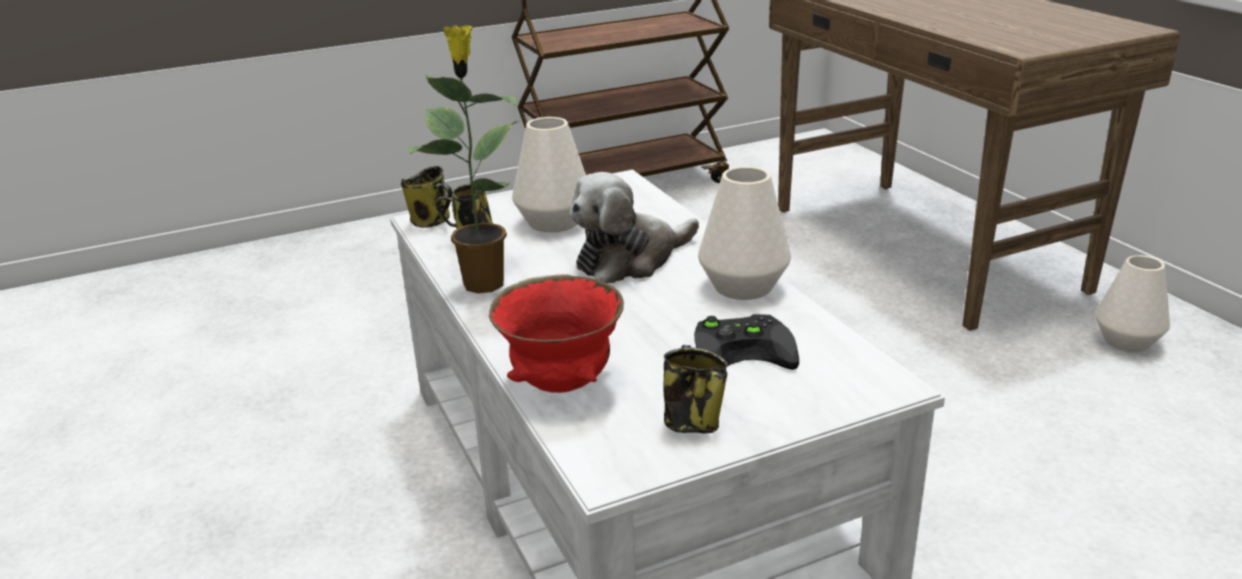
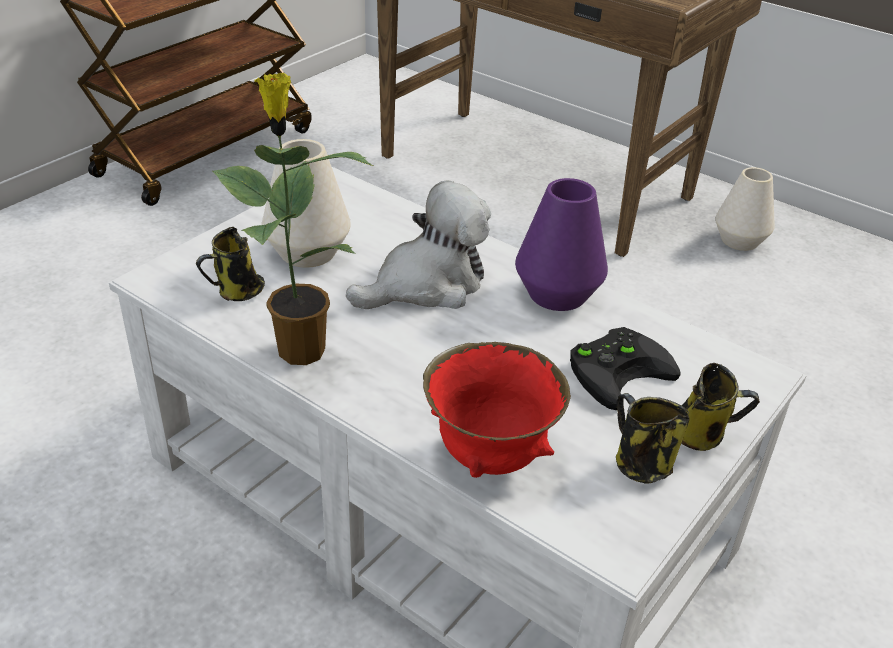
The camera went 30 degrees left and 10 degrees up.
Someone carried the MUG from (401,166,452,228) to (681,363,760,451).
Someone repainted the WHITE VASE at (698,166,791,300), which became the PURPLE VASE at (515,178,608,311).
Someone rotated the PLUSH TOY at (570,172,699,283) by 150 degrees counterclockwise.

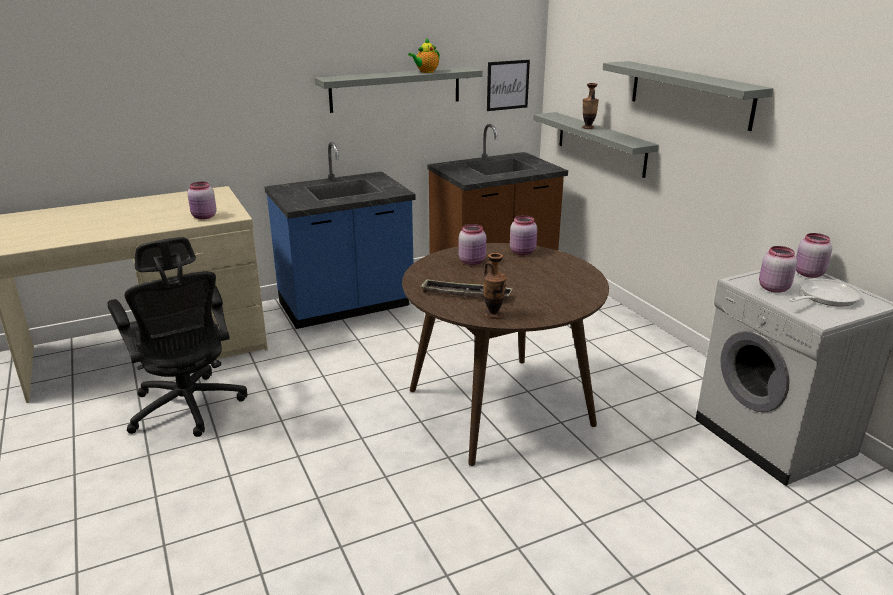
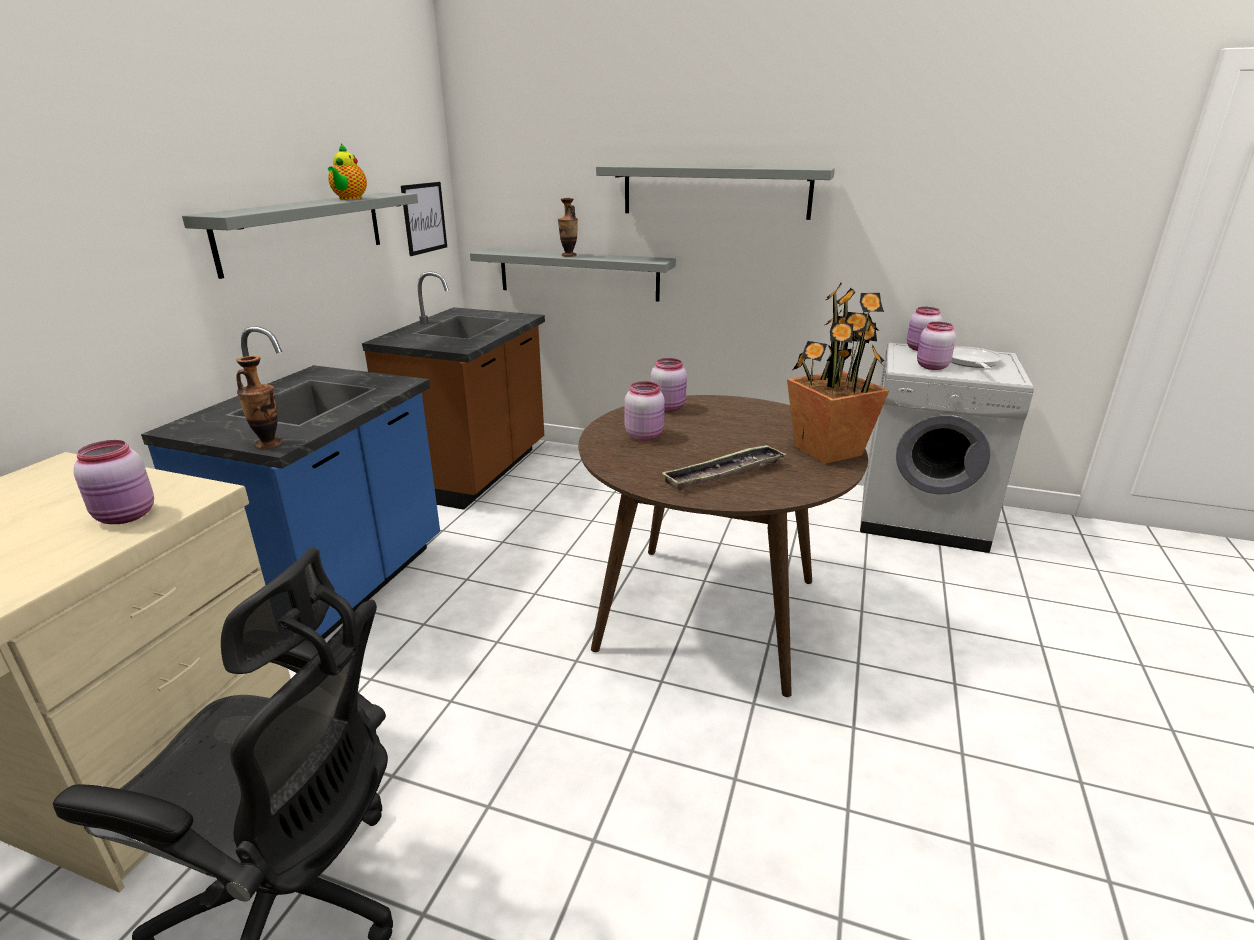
The camera went 45 degrees left and 0 degrees up.
Someone put down the POTTED PLANT at (787,283,890,464).
Someone carried the VASE from (483,253,507,319) to (236,356,282,449).

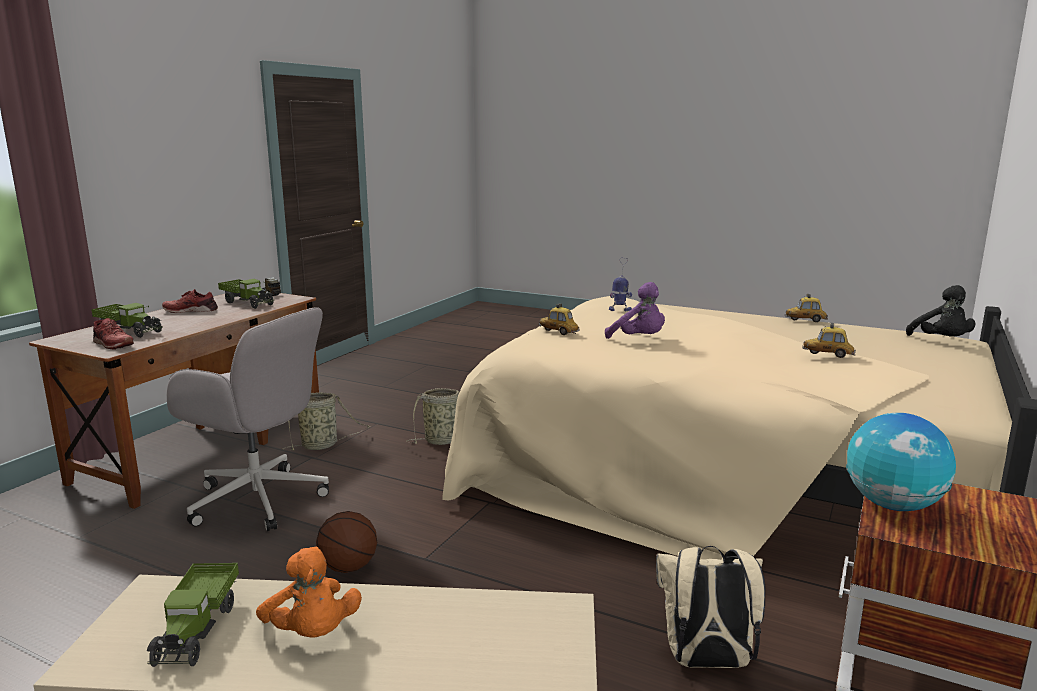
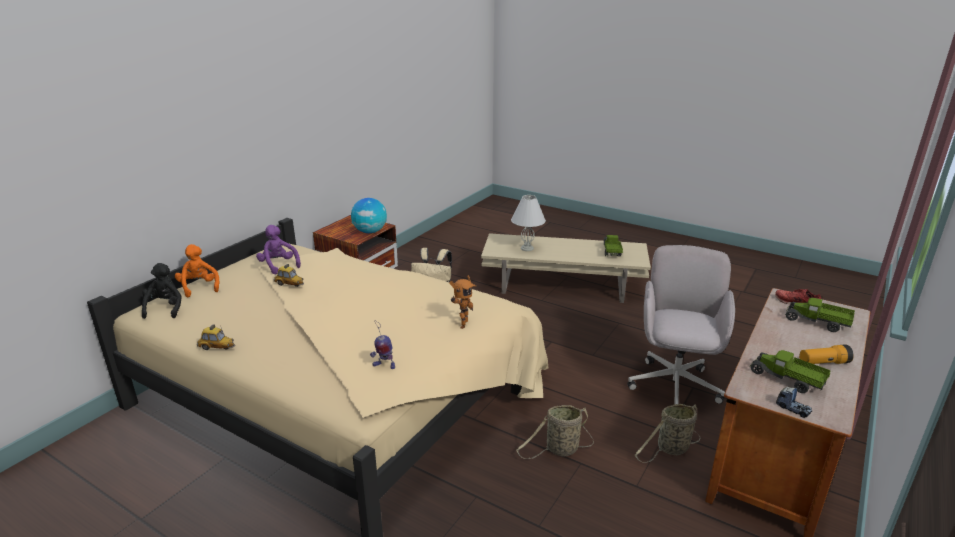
The camera went 175 degrees left and 10 degrees up.
Someone took away the BASKETBALL at (316,511,377,573).
Someone put down the WHITE TABLE LAMP at (511,195,546,251).
Someone carried the ORANGE PLUSH TOY from (256,546,362,638) to (175,244,219,298).
Someone carried the PURPLE PLUSH TOY from (605,282,665,339) to (256,225,301,274).
Someone swapped the RED SHOE at (162,289,218,313) for the FLASHLIGHT at (799,344,854,364).
Someone swapped the TOY CAR at (539,303,579,335) for the TOY ROBOT at (449,275,477,329).
Someone rotated the GREY OFFICE CHAIR at (167,308,329,531) by 75 degrees clockwise.

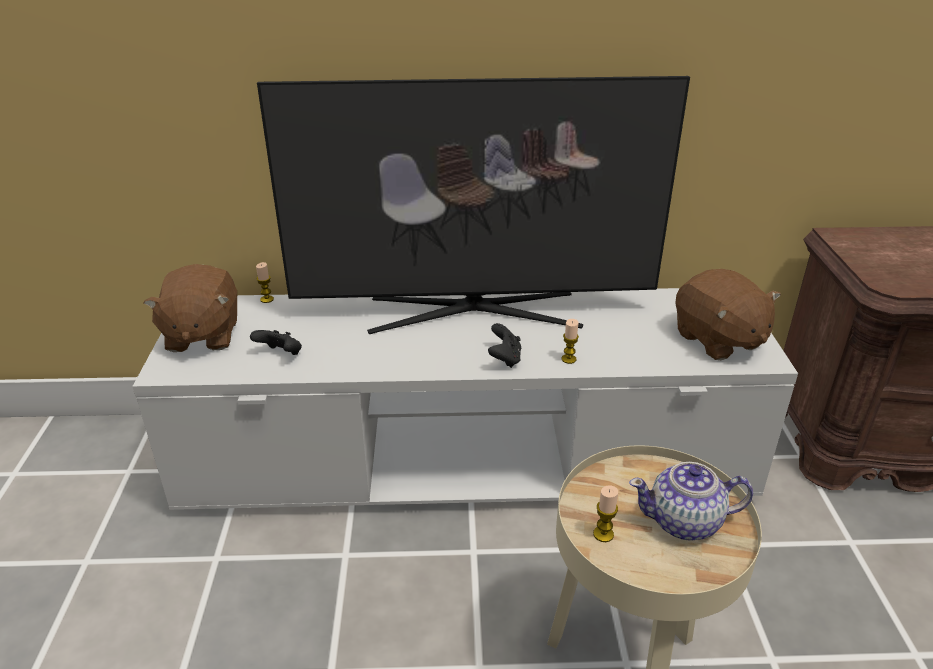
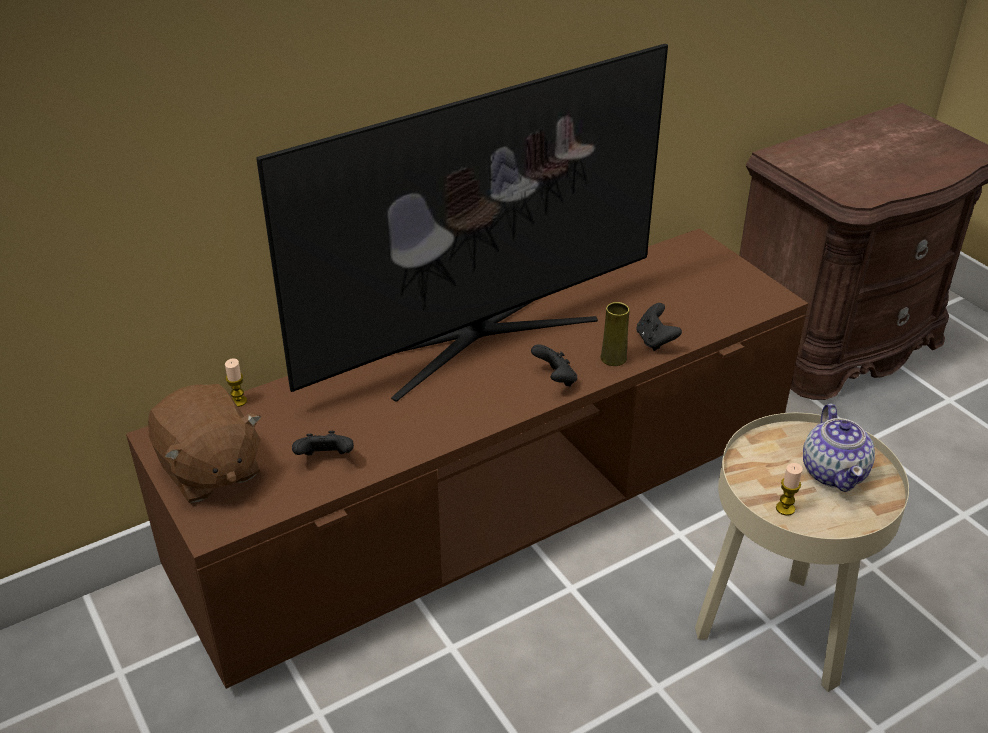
The camera went 30 degrees left and 5 degrees up.
Someone took away the BROWN PLUSH TOY at (675,269,781,360).
Someone put down the BLACK GAME CONTROLLER at (636,303,682,351).
Someone swapped the CANDLE at (561,319,579,364) for the YELLOW VASE at (600,302,629,366).
Someone repainted the WHITE TV STAND at (132,288,798,510), which became the BROWN TV STAND at (126,228,808,689).
Someone rotated the TEAPOT at (629,462,753,541) by 60 degrees counterclockwise.

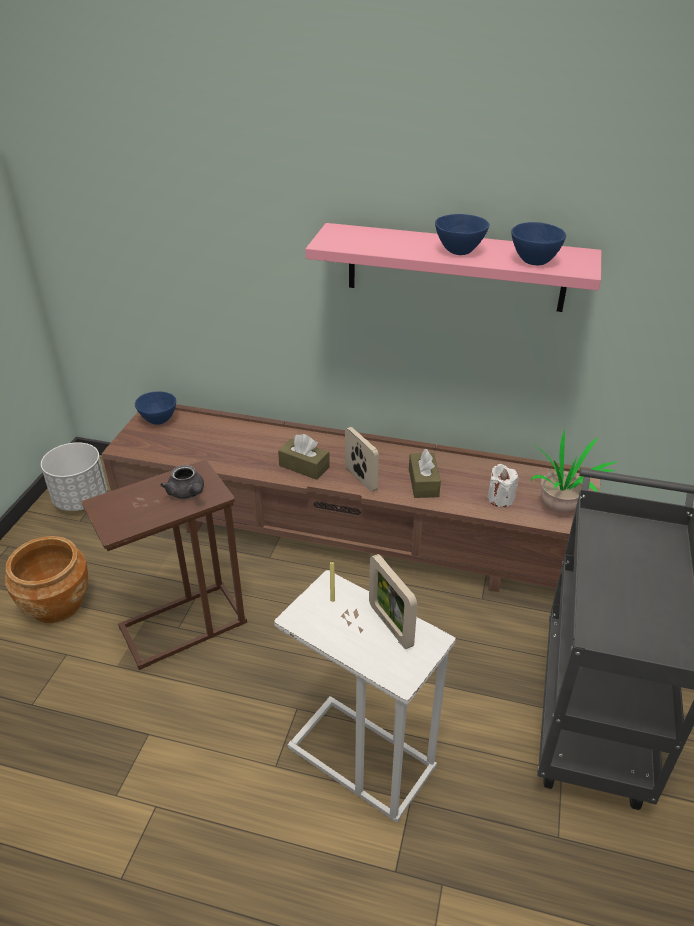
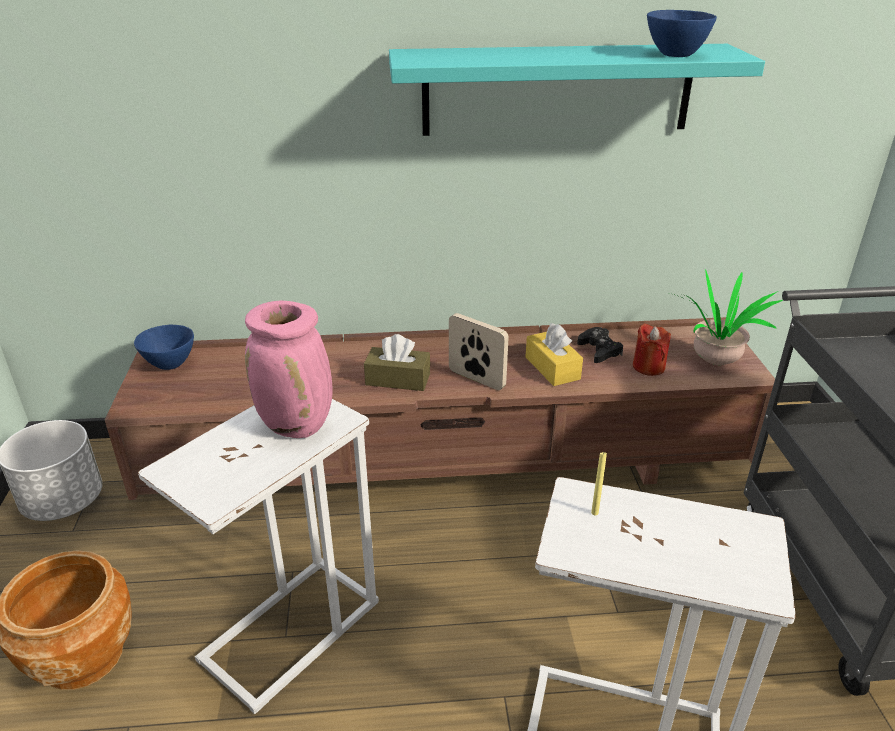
The camera went 20 degrees left and 5 degrees down.
Someone took away the PICTURE FRAME at (369,554,418,649).
Someone took away the BLUE BOWL at (435,214,489,255).
Someone put down the BLACK GAME CONTROLLER at (577,327,623,363).
Someone swapped the GREY TEAPOT at (160,465,204,499) for the PINK VASE at (245,301,333,438).
Someone repainted the BROWN SIDE TABLE at (82,460,247,670), which became the WHITE SIDE TABLE at (138,399,379,714).
Someone repainted the PINK SHELF at (305,223,601,312), which became the TURQUOISE SHELF at (389,44,765,136).
Someone repainted the BROWN TISSUE BOX at (409,448,441,498), which became the YELLOW TISSUE BOX at (526,323,583,386).
Someone repainted the WHITE CANDLE at (488,464,518,507), which became the RED CANDLE at (633,323,671,376).

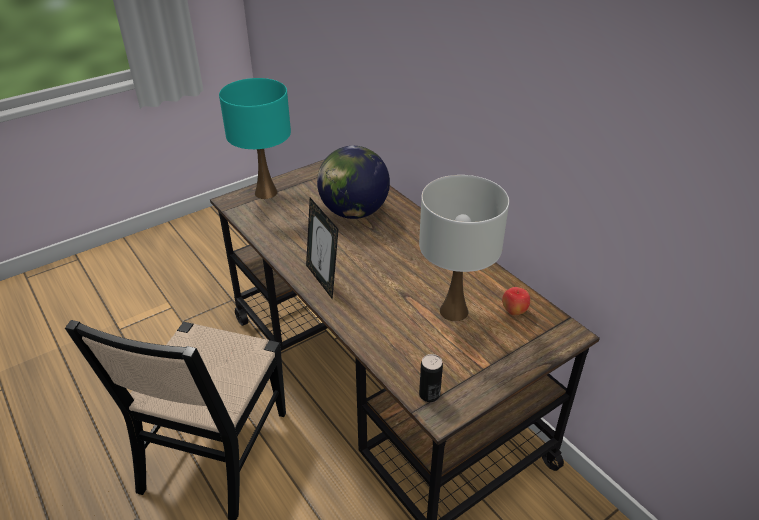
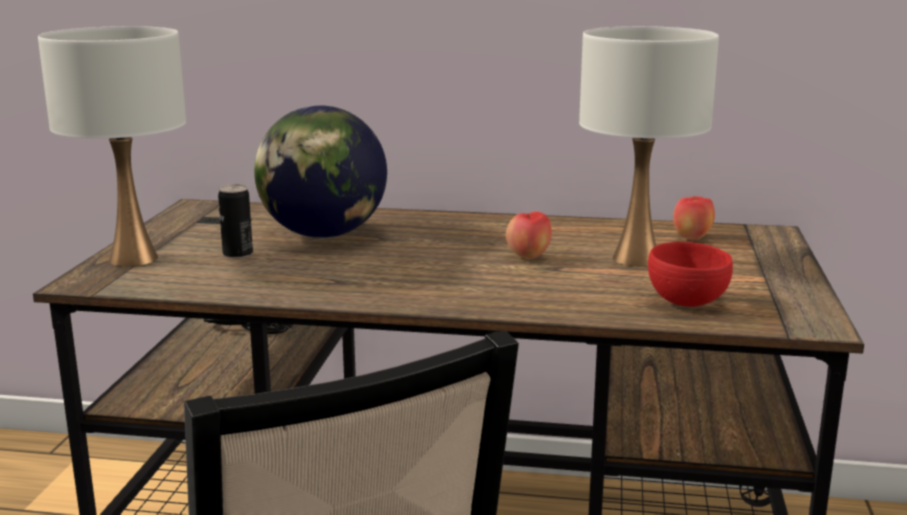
The camera went 45 degrees left and 20 degrees down.
Someone took away the PICTURE FRAME at (306,198,338,299).
Someone put down the APPLE at (506,211,552,259).
Someone put down the RED BOWL at (648,242,733,307).
Someone carried the CAN from (419,354,443,402) to (218,184,253,258).
Someone repainted the TURQUOISE TABLE LAMP at (219,78,291,199), which became the WHITE TABLE LAMP at (38,26,186,267).

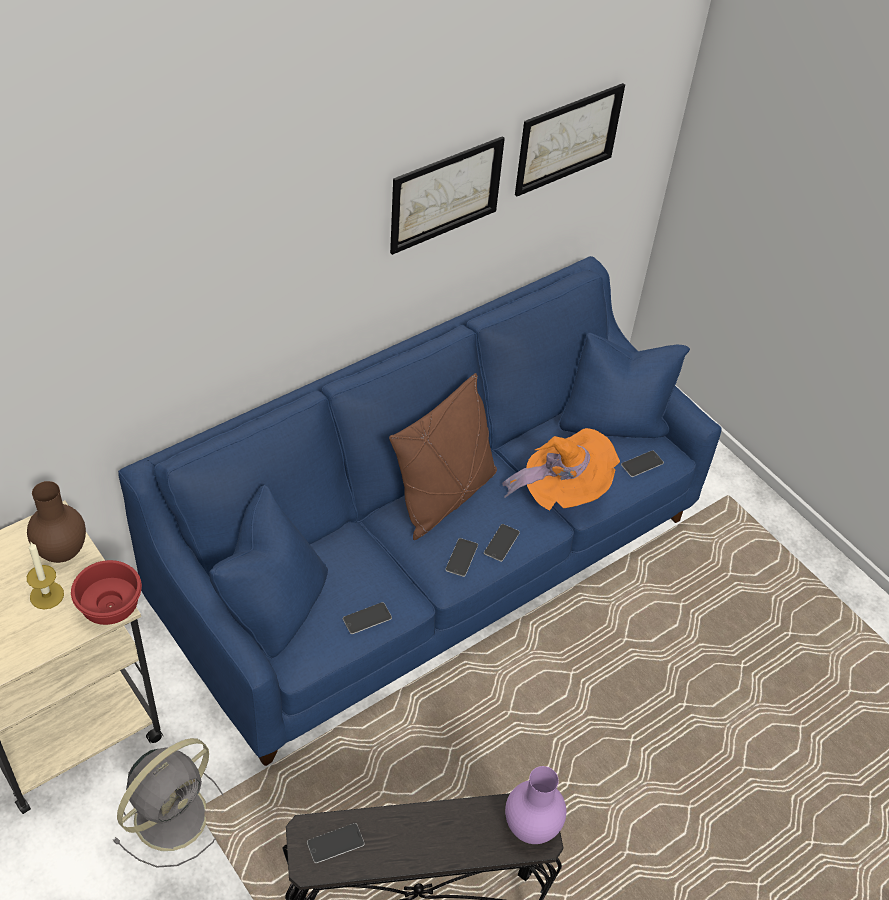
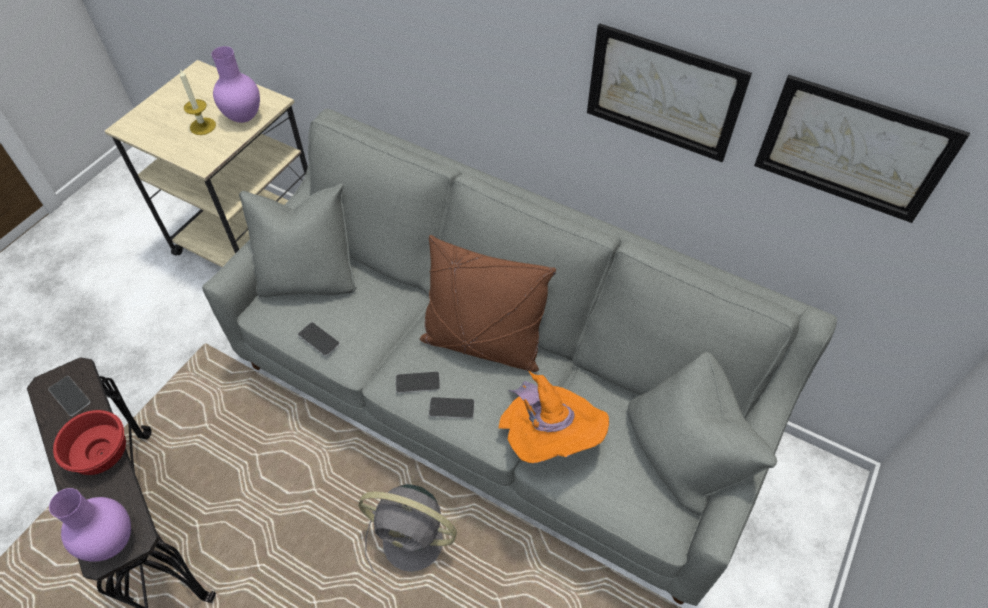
The camera went 70 degrees right and 5 degrees up.
Someone took away the PHONE at (621,450,664,477).
Someone carried the RED BOWL from (71,560,142,625) to (53,410,126,475).
Someone carried the GREY FAN from (113,738,223,868) to (359,484,457,573).
Someone repainted the BROWN VASE at (27,481,86,563), which became the PURPLE VASE at (211,46,260,123).
Someone repainted the BLUE SOFA at (118,256,721,766), which became the GREY SOFA at (202,109,837,606).

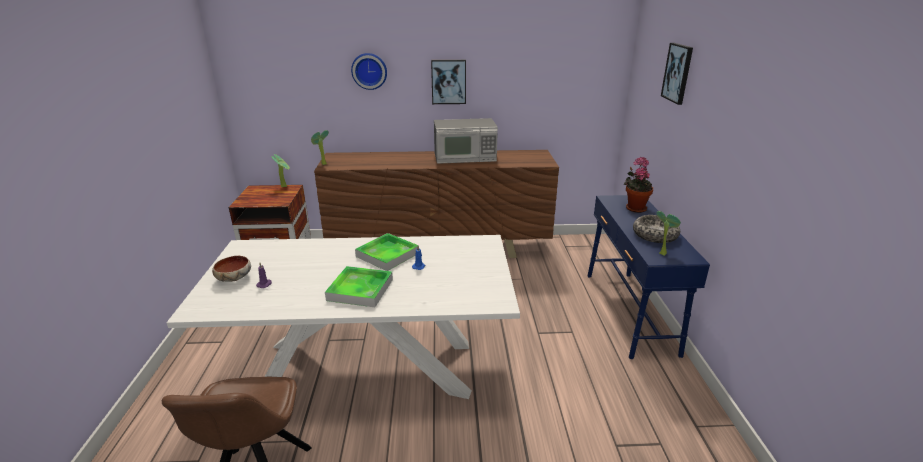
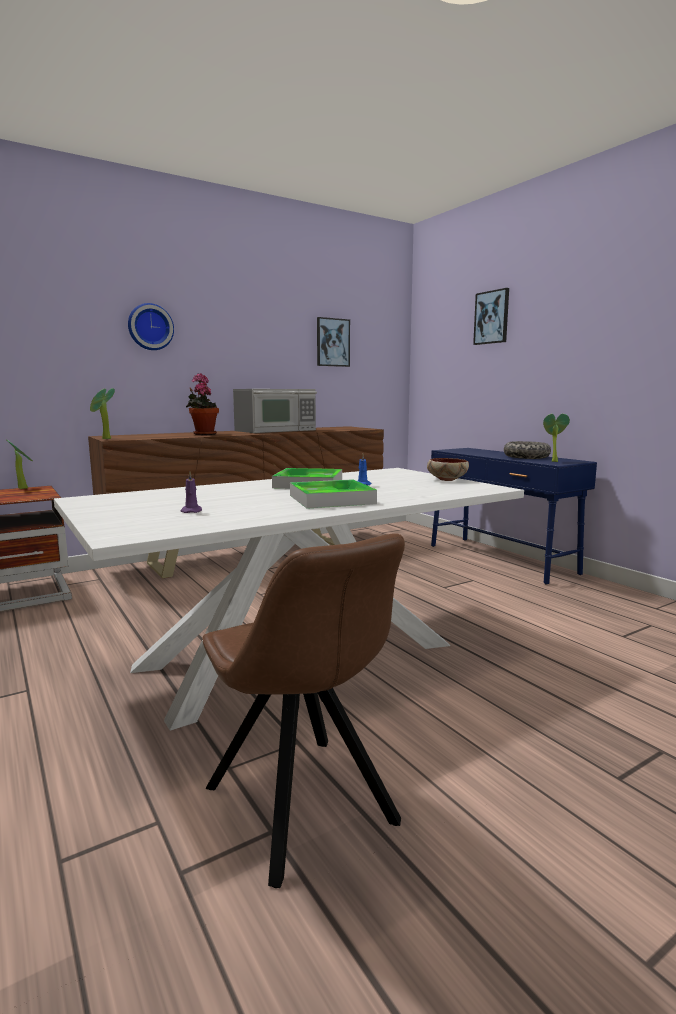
The camera went 30 degrees left and 15 degrees down.
Someone carried the BOWL from (212,256,251,282) to (427,458,469,481).
Someone carried the PICTURE from (431,60,466,104) to (317,317,350,367).
Someone carried the POTTED PLANT from (624,157,653,213) to (186,373,219,435).

